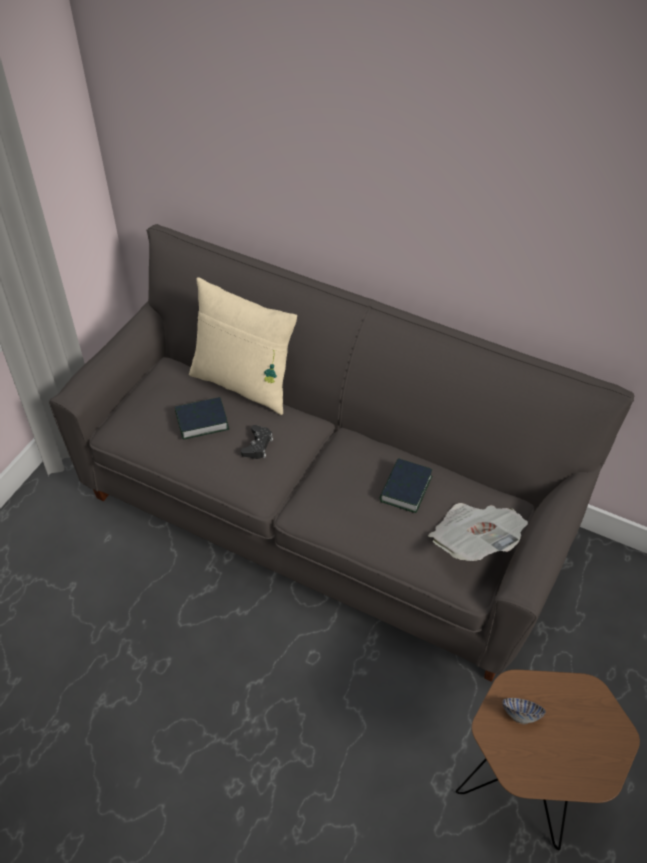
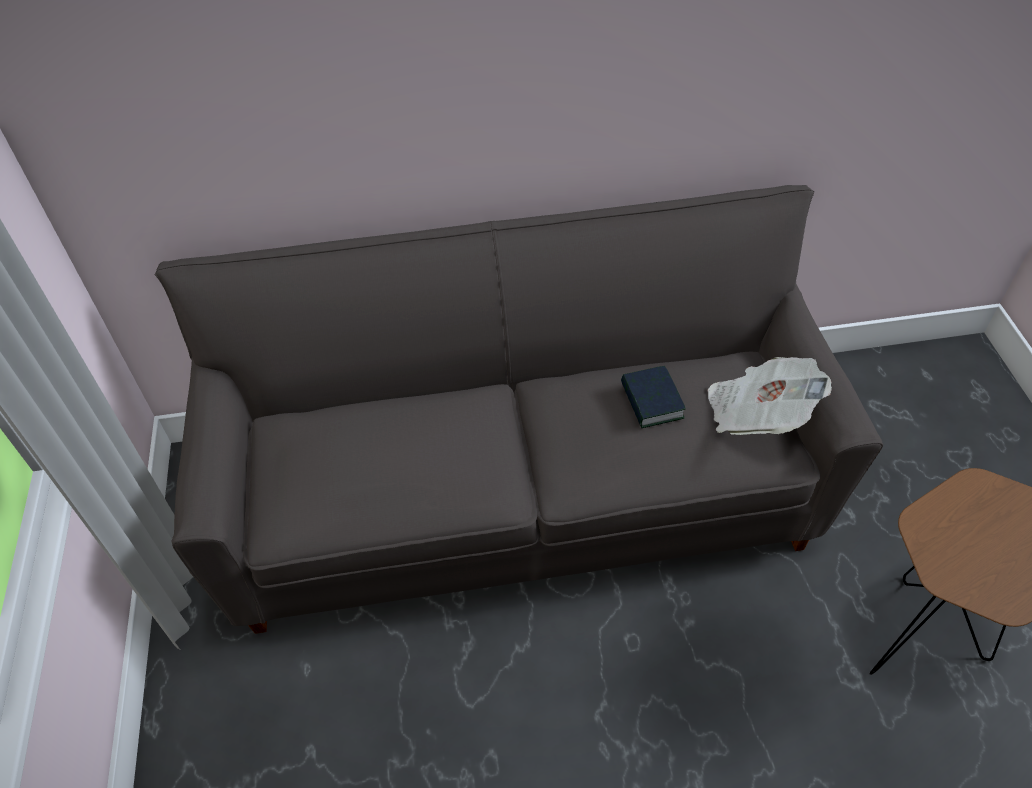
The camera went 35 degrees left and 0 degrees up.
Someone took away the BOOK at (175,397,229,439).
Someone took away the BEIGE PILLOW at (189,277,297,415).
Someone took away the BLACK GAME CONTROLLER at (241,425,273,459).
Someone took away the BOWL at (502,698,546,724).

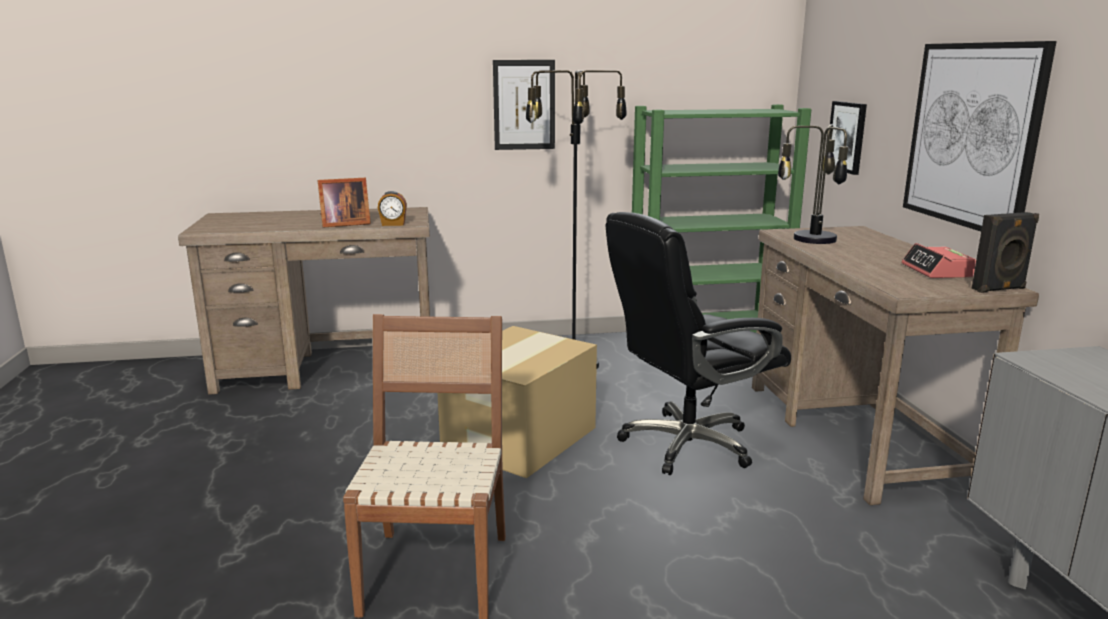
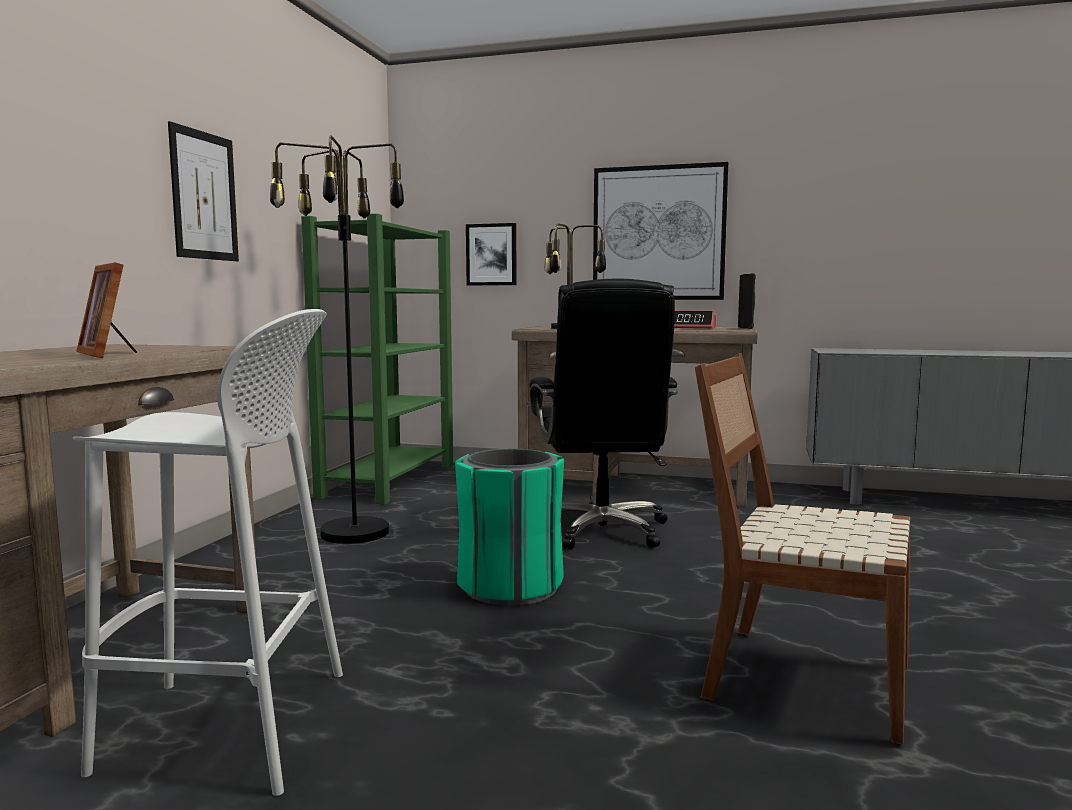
The camera went 65 degrees left and 10 degrees down.
Someone took away the ALARM CLOCK at (378,191,407,226).
Someone put down the WHITE STOOL at (73,309,343,796).
Someone swapped the CARDBOARD BOX at (438,326,597,478) for the GREEN TRASH CAN at (455,449,564,606).
Someone rotated the PICTURE FRAME at (318,178,371,227) by 135 degrees clockwise.

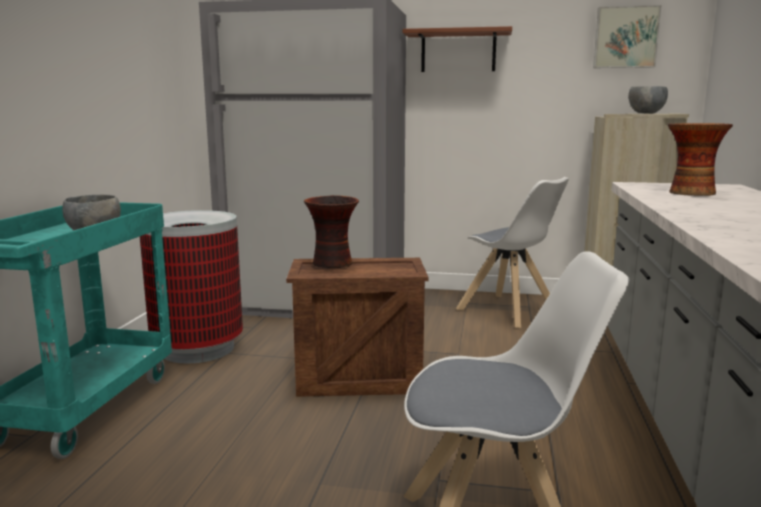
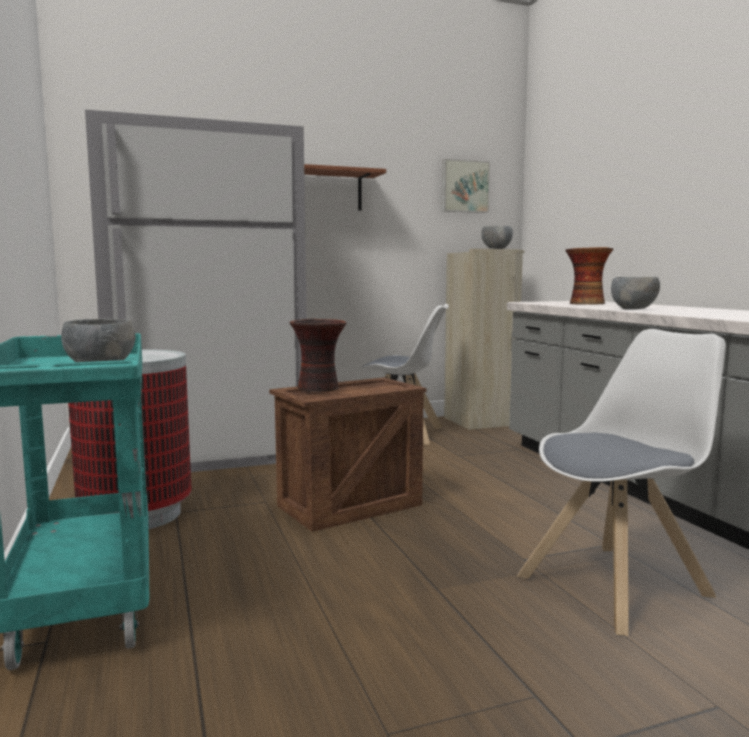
The camera went 30 degrees left and 5 degrees down.
Someone put down the GREY BOWL at (611,277,660,310).

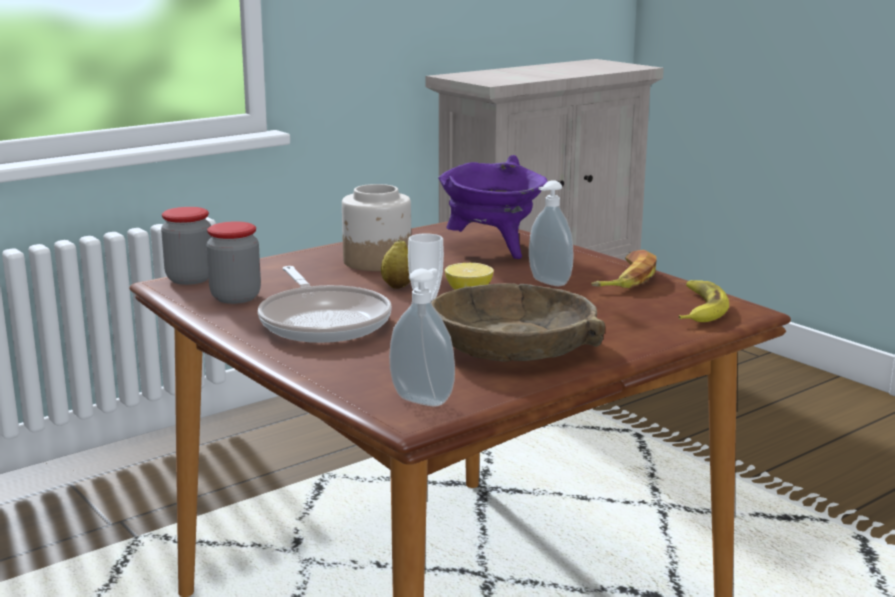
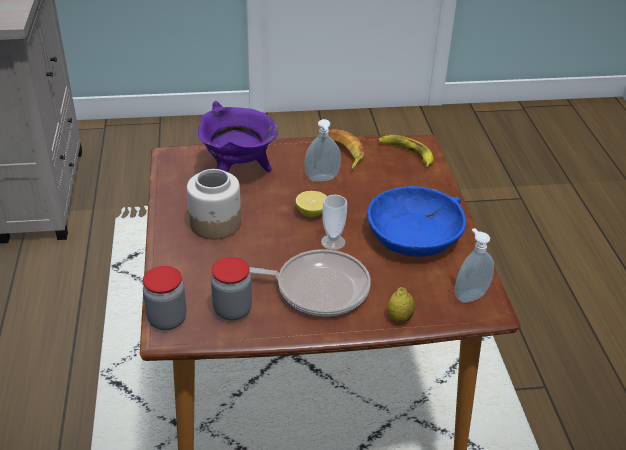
The camera went 60 degrees left and 20 degrees up.
Someone carried the LEMON from (381,240,411,289) to (388,287,415,322).
Someone repainted the BROWN BOWL at (431,283,605,362), which became the BLUE BOWL at (367,186,466,257).

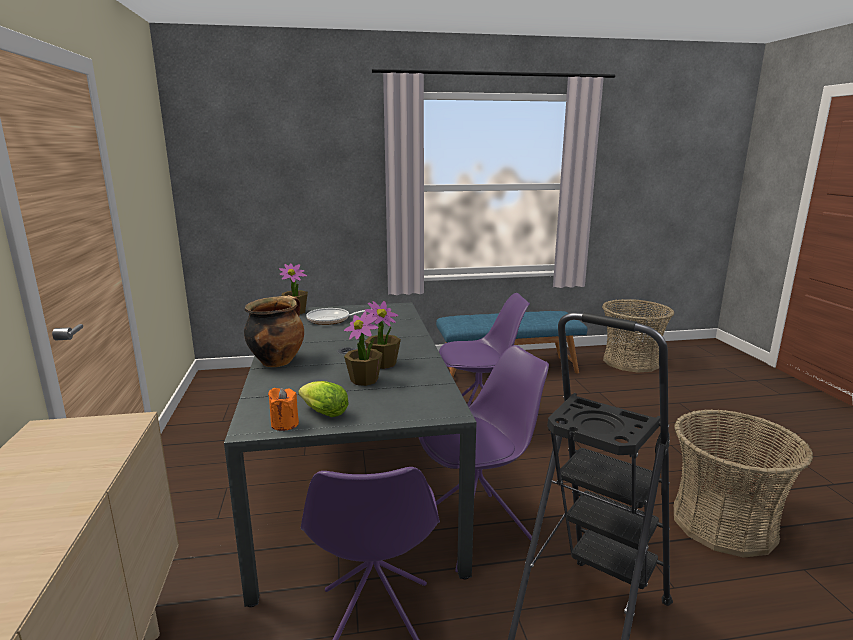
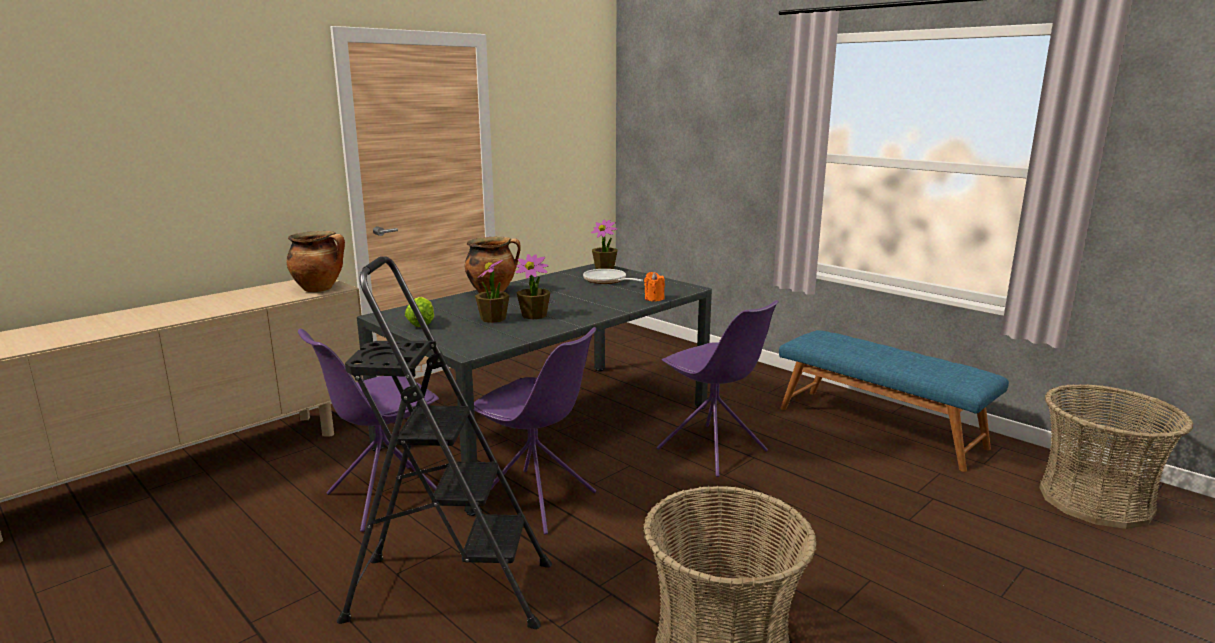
The camera went 55 degrees right and 0 degrees up.
Someone put down the COOKING POT at (287,231,345,292).
Someone carried the ORANGE CANDLE from (268,388,299,431) to (644,272,665,302).

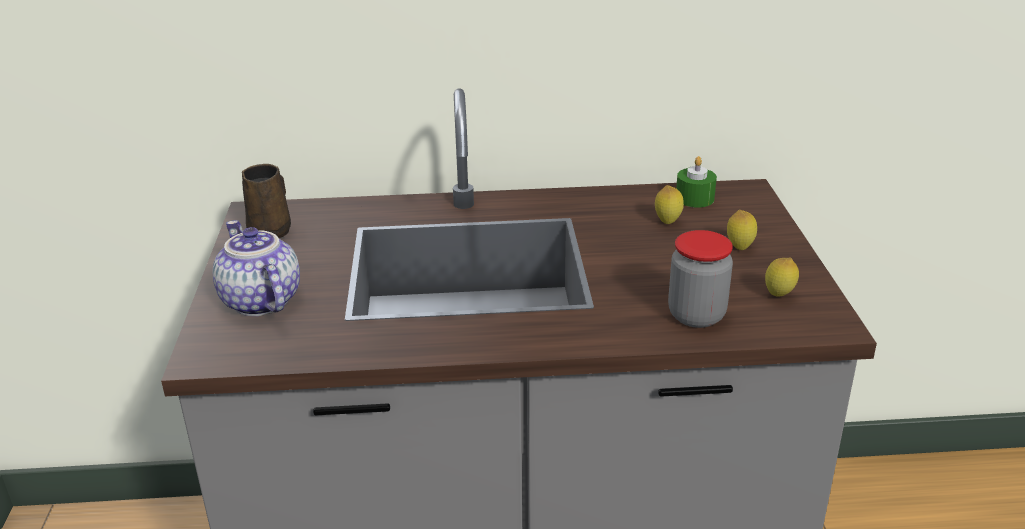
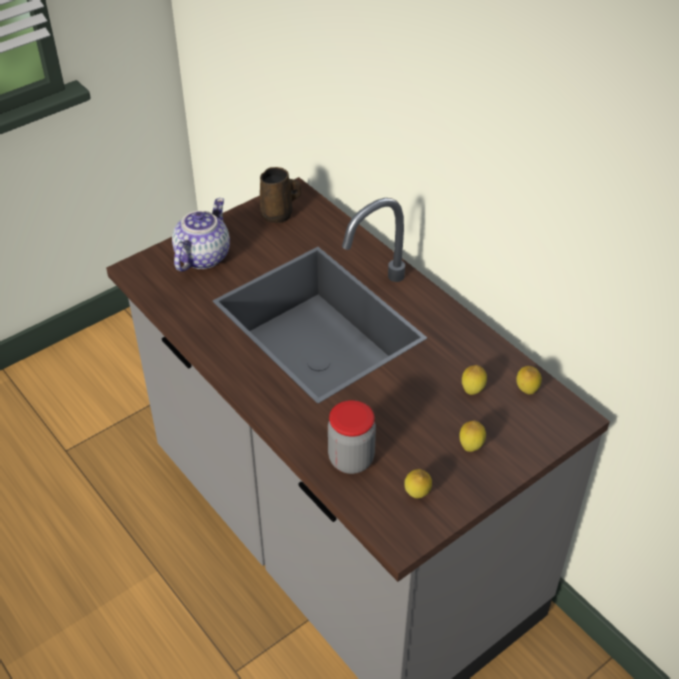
The camera went 55 degrees right and 15 degrees up.
Someone swapped the GREEN CANDLE at (676,156,717,208) for the LEMON at (516,366,542,394).

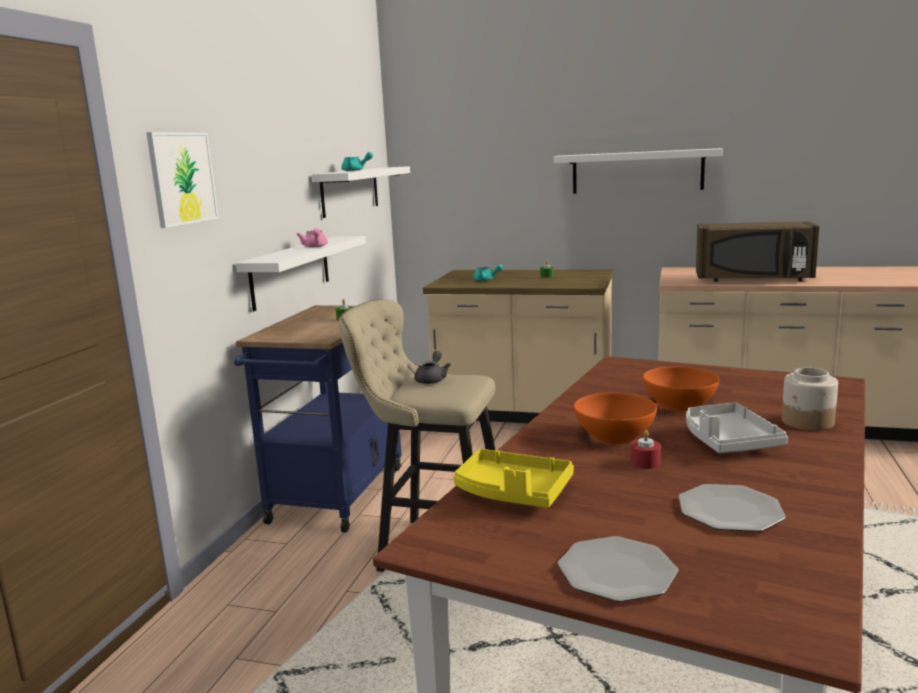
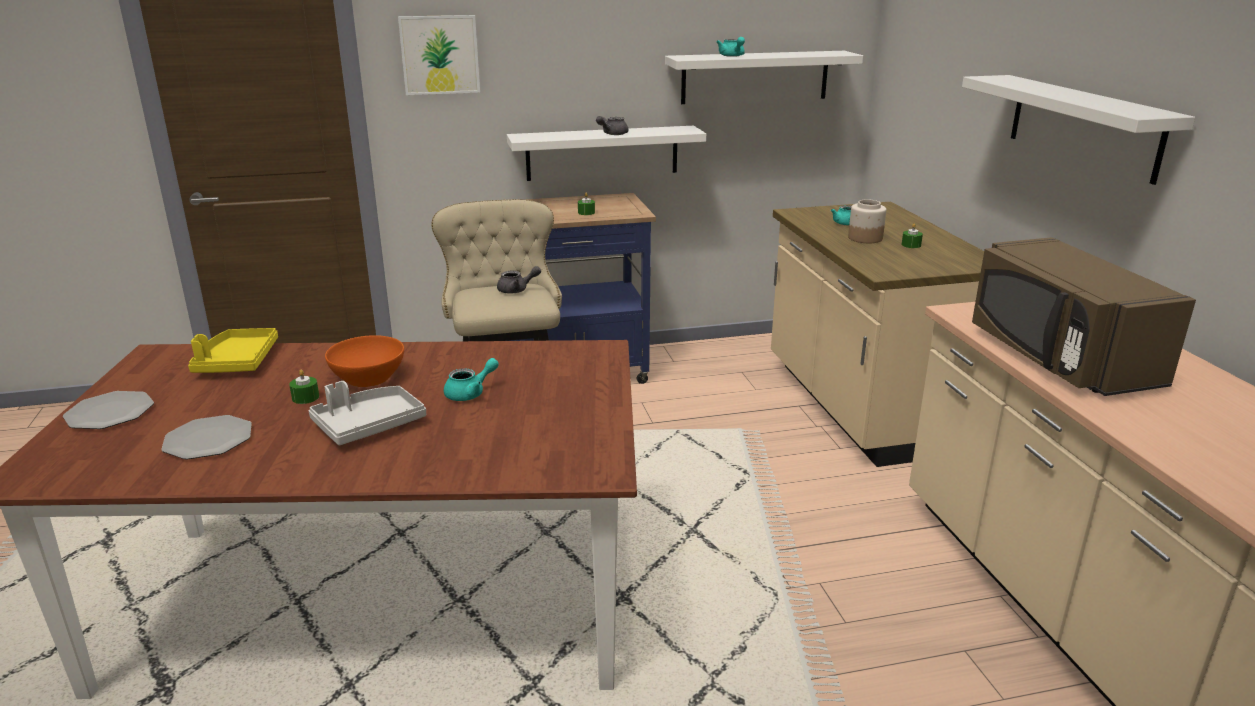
The camera went 60 degrees right and 10 degrees up.
Someone carried the JAR from (782,367,838,431) to (848,199,886,243).
Someone swapped the ORANGE BOWL at (643,366,720,411) for the TURQUOISE TEAPOT at (444,358,499,401).
Someone repainted the PINK TEAPOT at (296,228,328,247), which became the GREY TEAPOT at (596,116,628,135).
Someone repainted the RED CANDLE at (631,430,661,469), which became the GREEN CANDLE at (289,370,319,404).

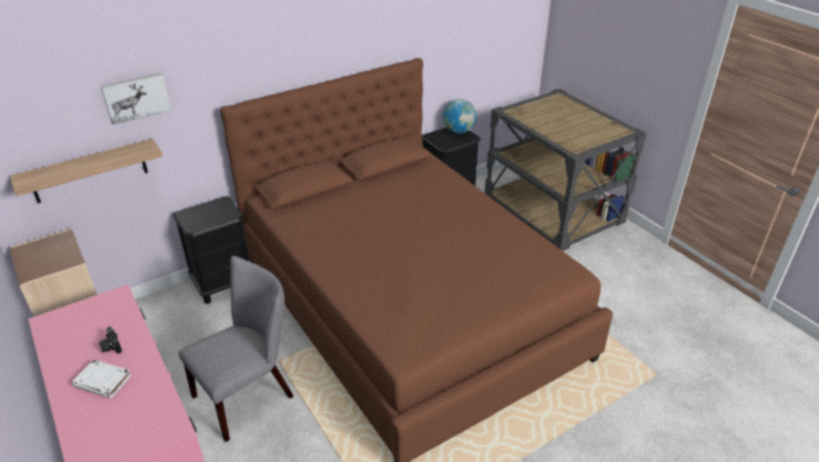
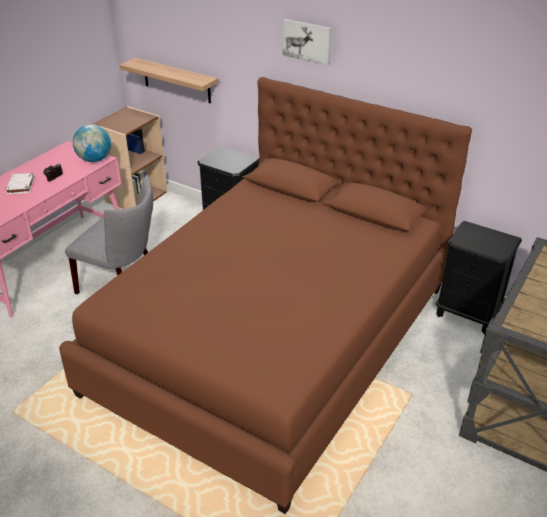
The camera went 65 degrees right and 0 degrees up.
Someone carried the PICTURE from (101,73,171,125) to (283,19,332,65).
Someone carried the GLOBE from (443,99,477,133) to (73,124,111,162).

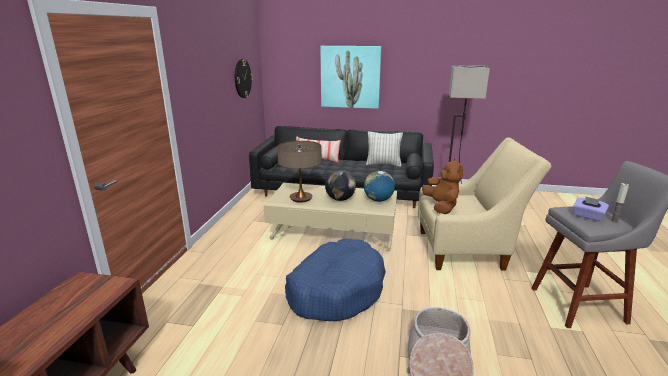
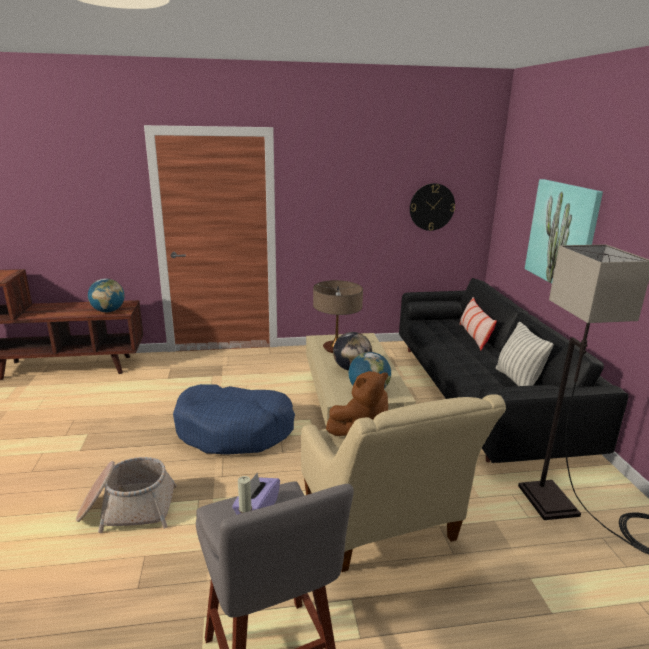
The camera went 70 degrees right and 0 degrees up.
Someone put down the GLOBE at (88,278,125,312).

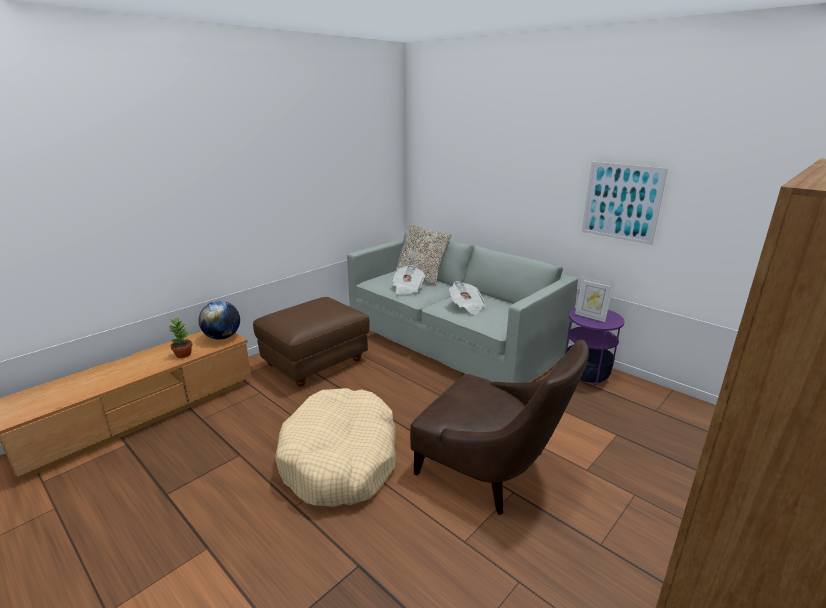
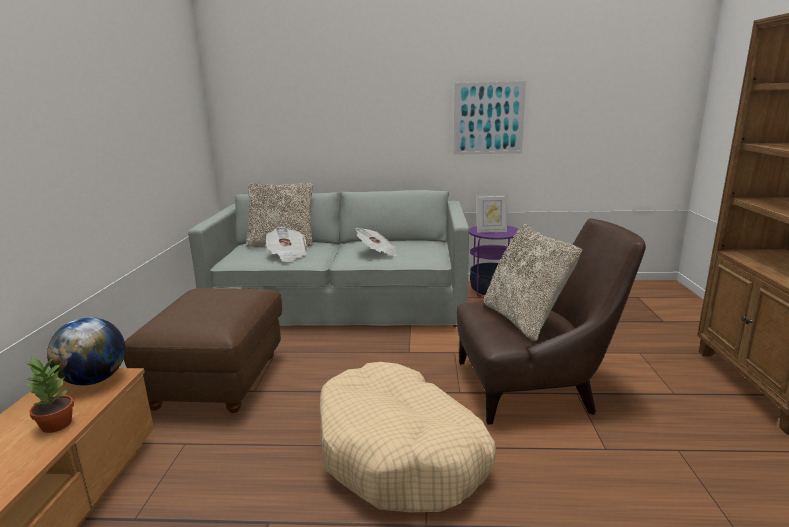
The camera went 40 degrees left and 5 degrees down.
Someone put down the BEIGE PILLOW at (484,224,582,341).

